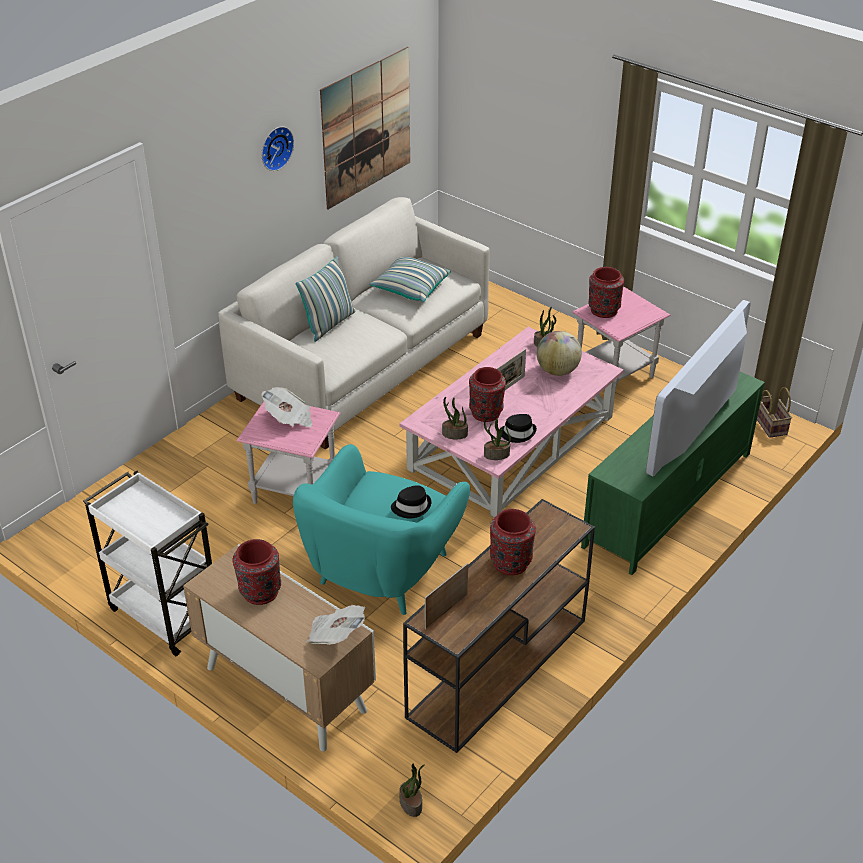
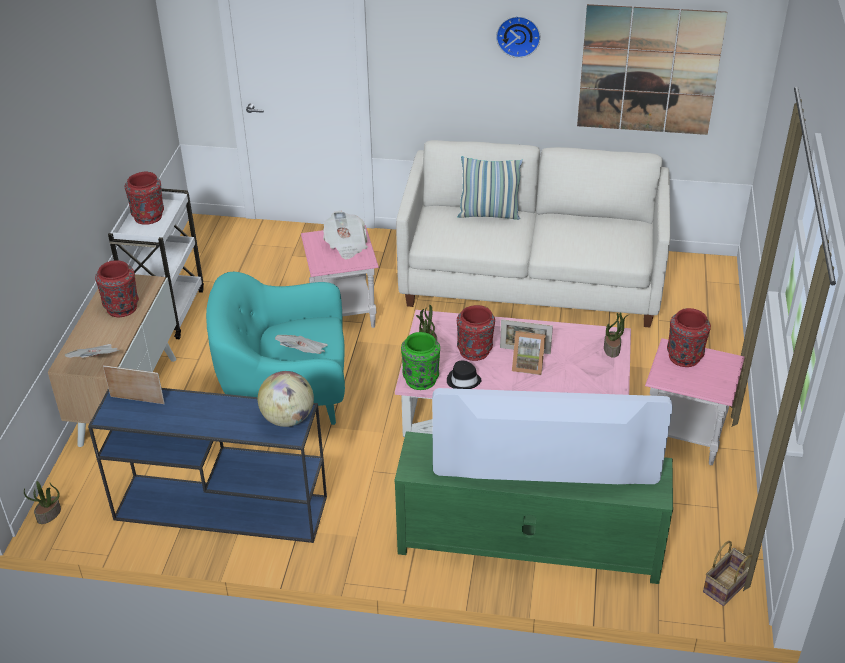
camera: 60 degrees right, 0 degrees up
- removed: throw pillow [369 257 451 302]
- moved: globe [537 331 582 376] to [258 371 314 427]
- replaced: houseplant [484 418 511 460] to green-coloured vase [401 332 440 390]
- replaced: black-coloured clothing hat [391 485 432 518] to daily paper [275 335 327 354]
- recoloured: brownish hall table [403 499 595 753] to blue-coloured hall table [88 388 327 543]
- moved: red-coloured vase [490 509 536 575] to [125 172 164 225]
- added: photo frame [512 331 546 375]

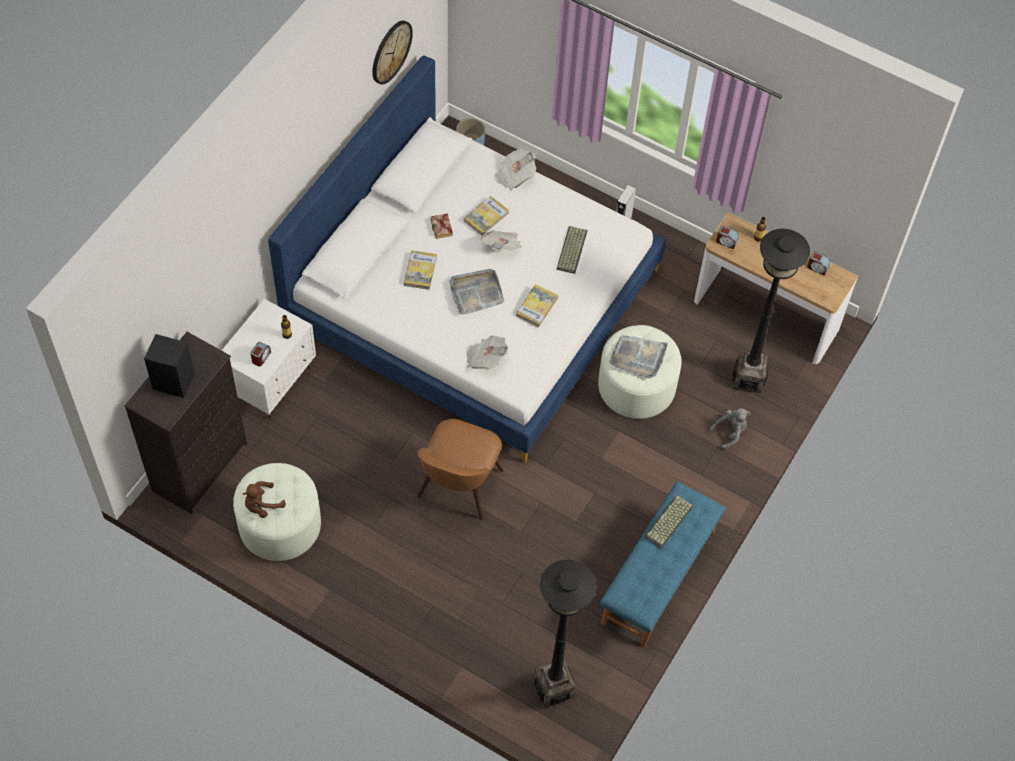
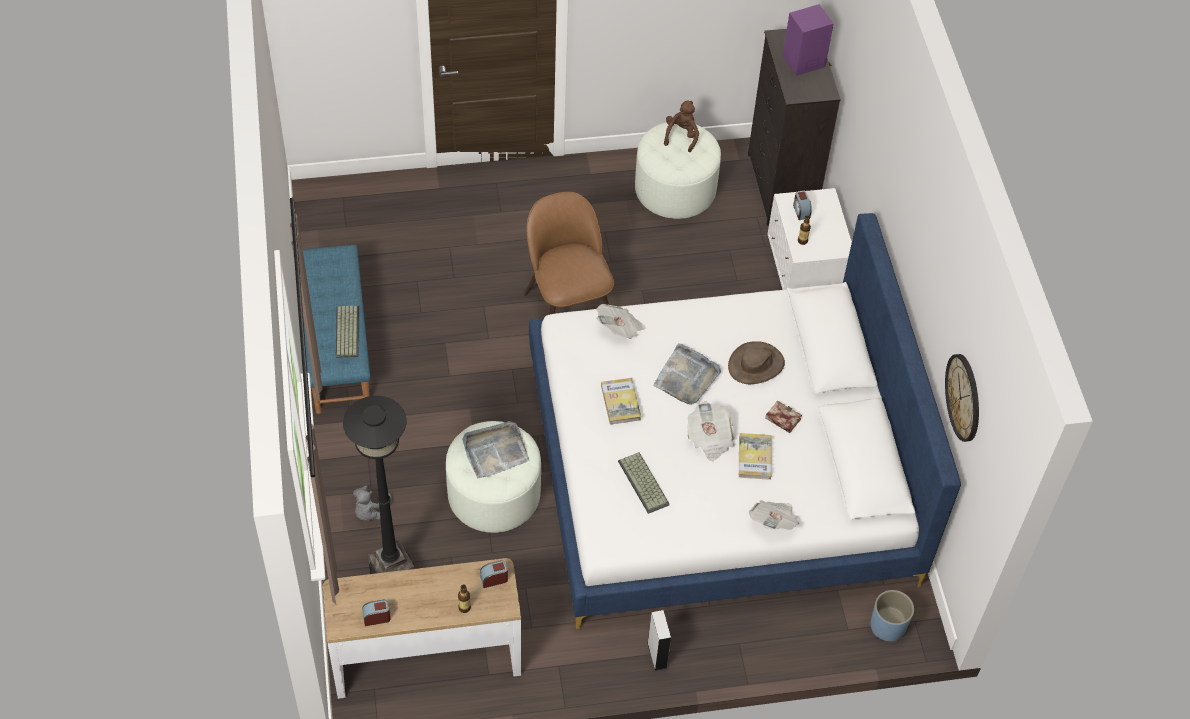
camera: 140 degrees right, 5 degrees down
- replaced: bound book [404 250 437 290] to brownish clothing hat [728 341 785 384]
- recoloured: black-coloured speaker [144 334 195 398] to purple speaker [782 4 834 76]
- removed: black-coloured floor lamp [534 560 597 708]

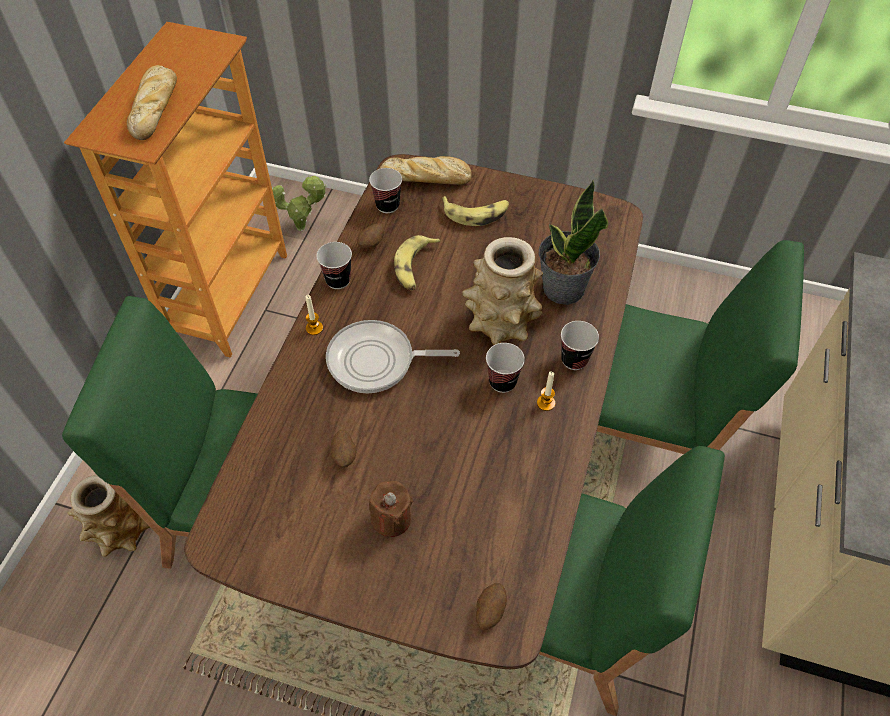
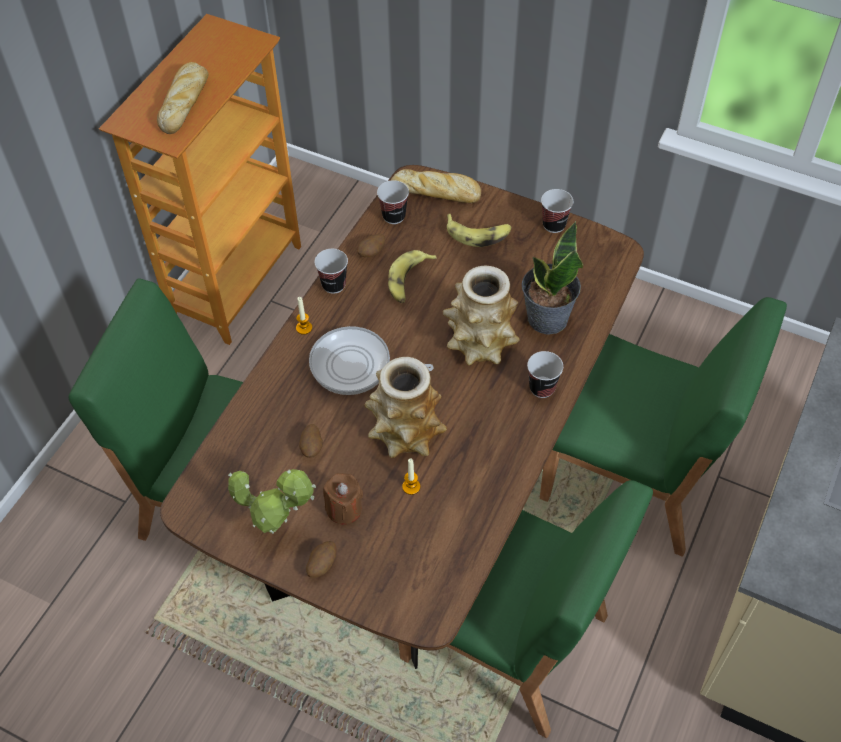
camera: 10 degrees right, 0 degrees up
- moved: houseplant [272 175 327 231] to [228 469 316 534]
- moved: cup [486 343 525 393] to [541 189 573 233]
- moved: candle [537 372 555 411] to [402 458 420 495]
- moved: vase [68 475 150 557] to [364 357 447 458]
- moved: spud [476 583 507 630] to [306 541 337 578]

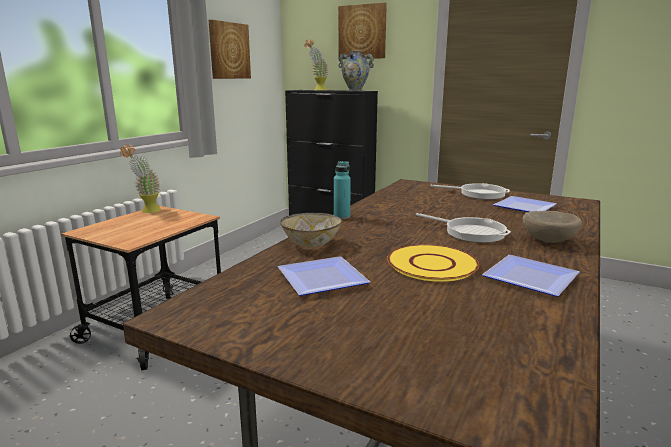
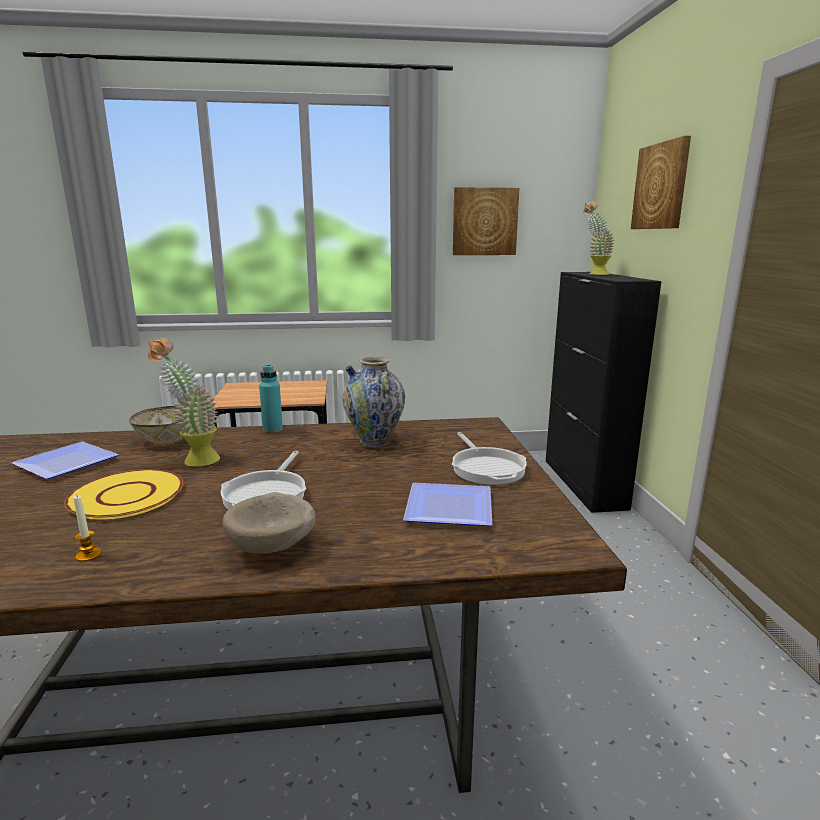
camera: 55 degrees right, 0 degrees up
- moved: vase [338 51 374 91] to [342 357 405 448]
- moved: houseplant [120 144 161 213] to [148 338 220 467]
- replaced: plate [482 255 579 297] to candle [73 494 102 562]

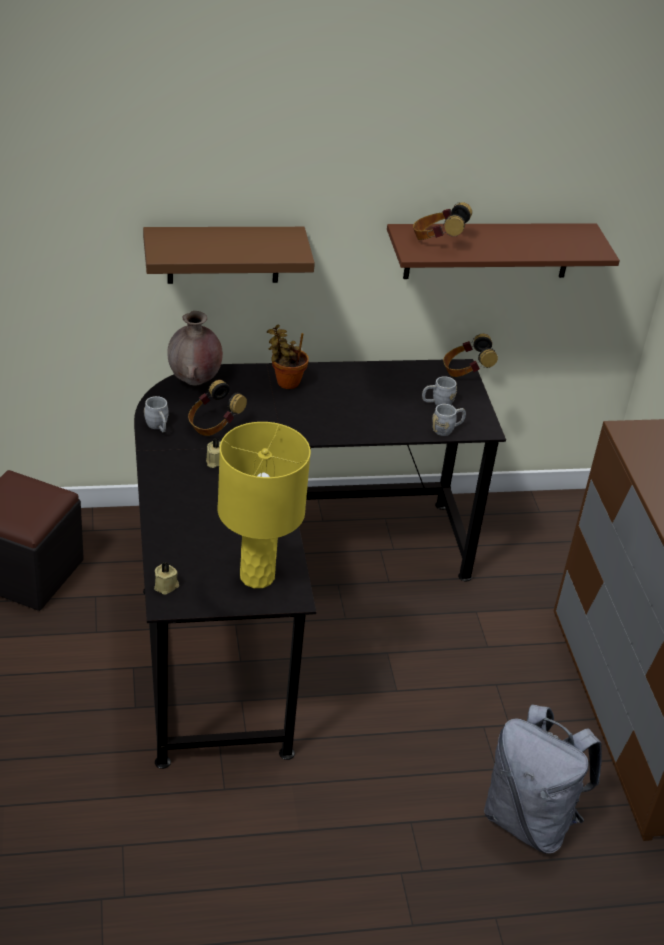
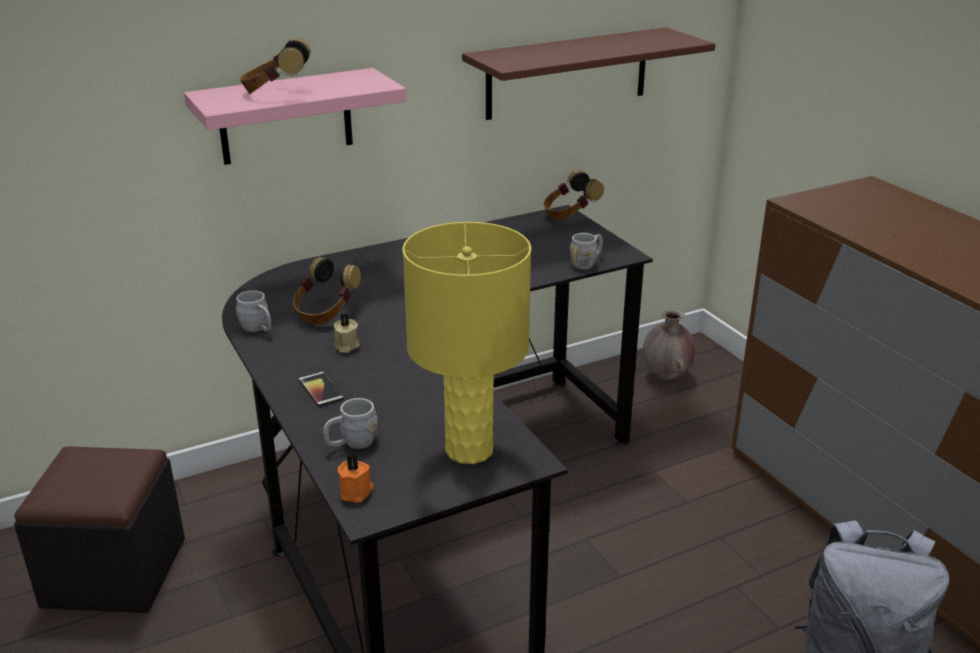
camera: 15 degrees left, 10 degrees down
- moved: headset [413 202 472 240] to [240 39 311 94]
- recoloured: brownish shelf [143 227 315 284] to pink shelf [184 68 407 165]
- moved: brownish vase [167 311 223 386] to [643 308 696 380]
- removed: houseplant [267 324 309 389]
- moved: gray tea mug [422 376 457 406] to [323 398 377 449]
- recoloured: sand-coloured candle [154 562 179 595] to orange candle [337 454 374 503]
- added: handset [298 372 344 407]

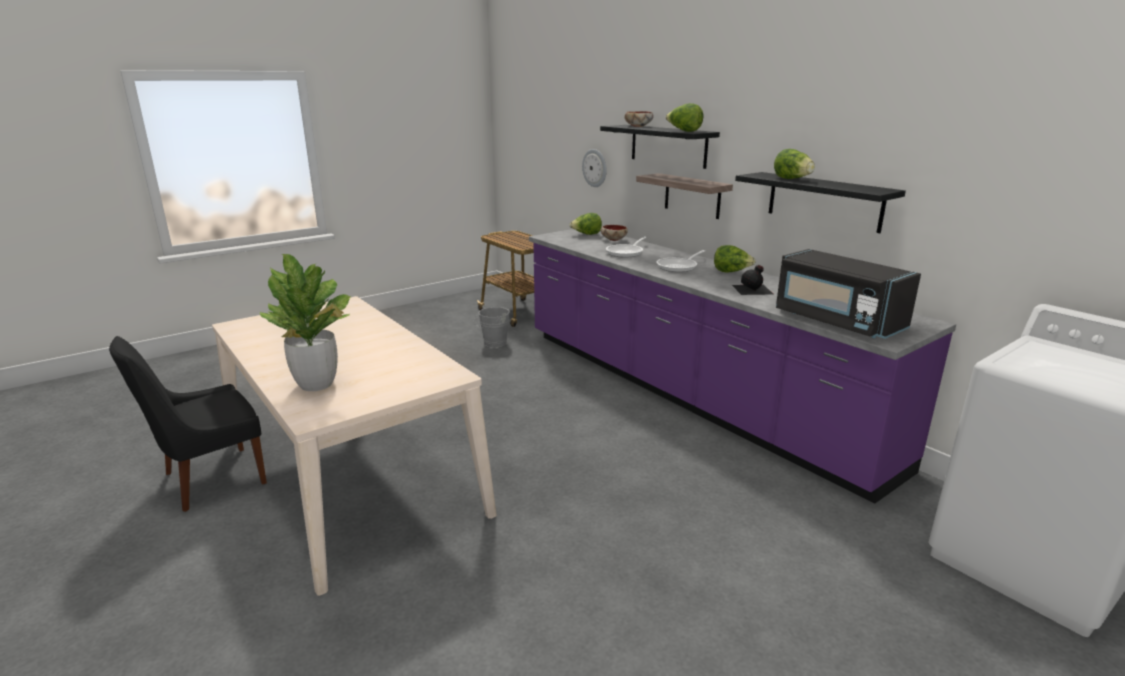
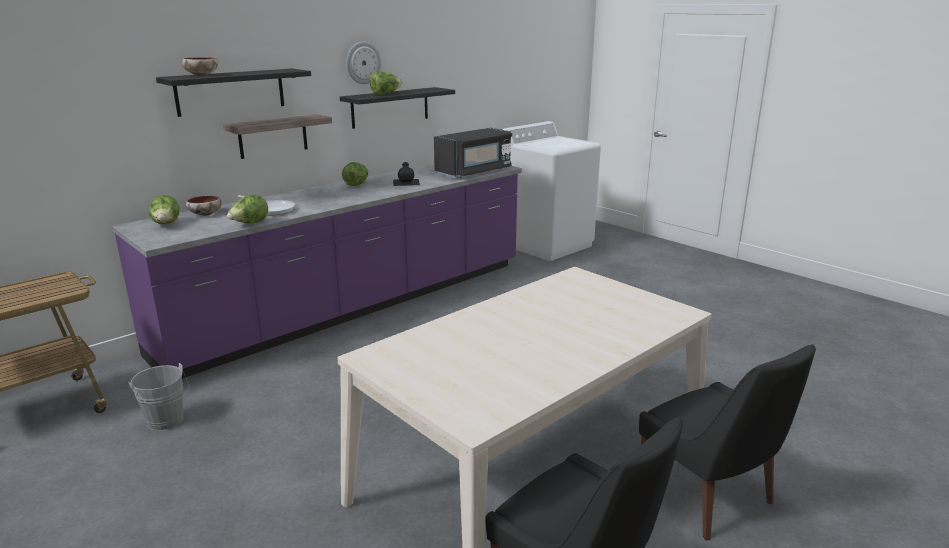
camera: 95 degrees left, 0 degrees up
- moved: lettuce head [666 103 703 132] to [227 195 268 224]
- moved: hanging clock [582 149 607 187] to [346 41 381 84]
- removed: skillet [657 250 705 272]
- removed: houseplant [260 254 351 391]
- added: black-coloured upright chair [639 344 816 540]

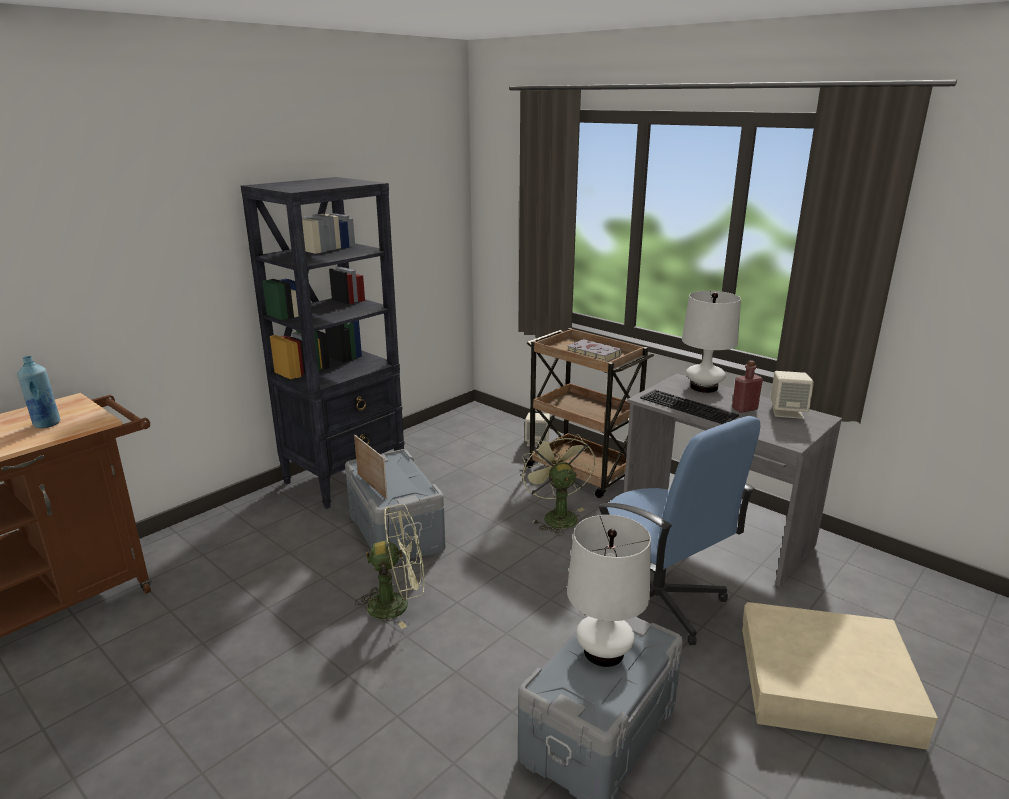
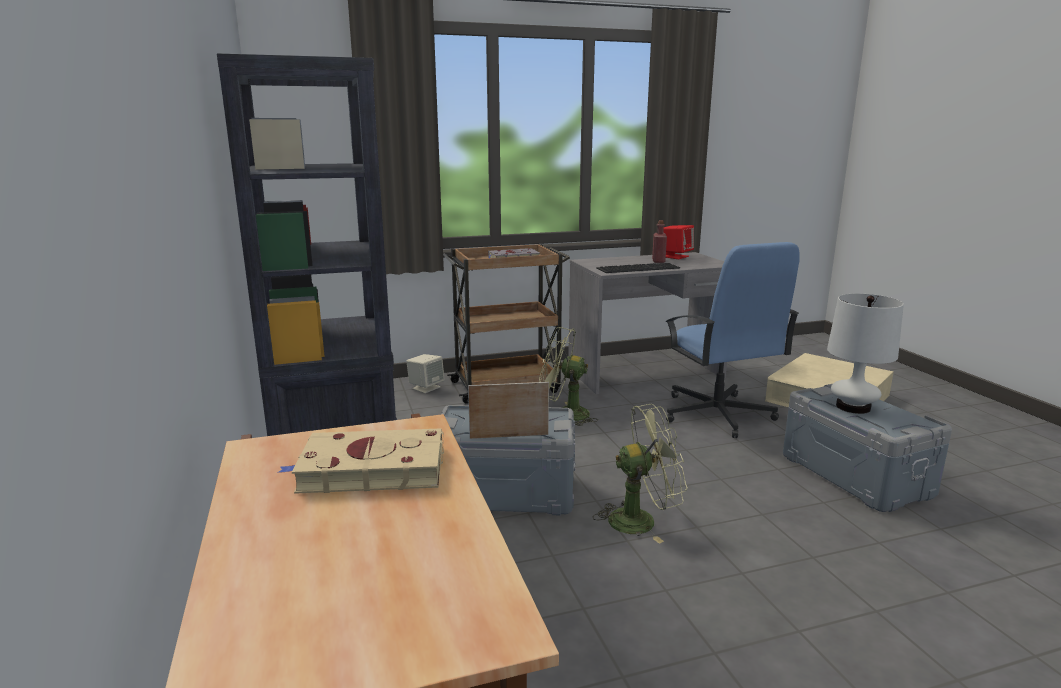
camera: 60 degrees left, 5 degrees down
- removed: whitish table lamp [682 291 741 393]
- replaced: blue-coloured beverage bottle [17 356 60 428] to sand-coloured bound book [277 428 444 494]
- recoloured: sand-coloured speaker [771 371 814 419] to red-coloured speaker [663 225 694 259]
- turned: blue-coloured computer chair [596 416 760 645] = [665 242 800 438] 75 degrees clockwise
- turned: green-coloured cooling fan [355 504 424 629] = [593 404 687 544] 60 degrees clockwise

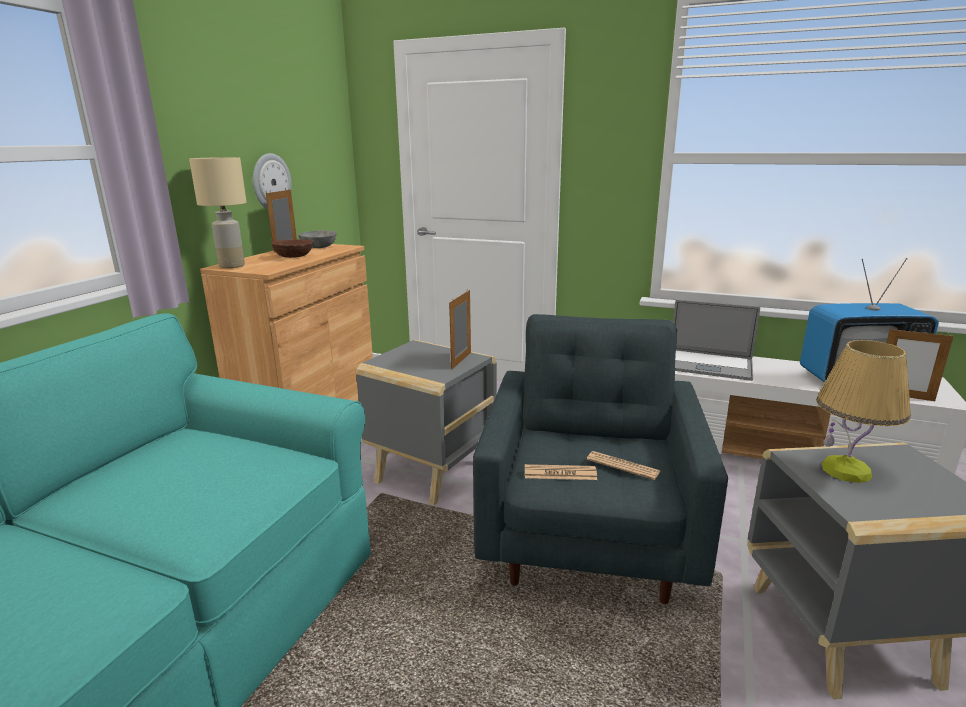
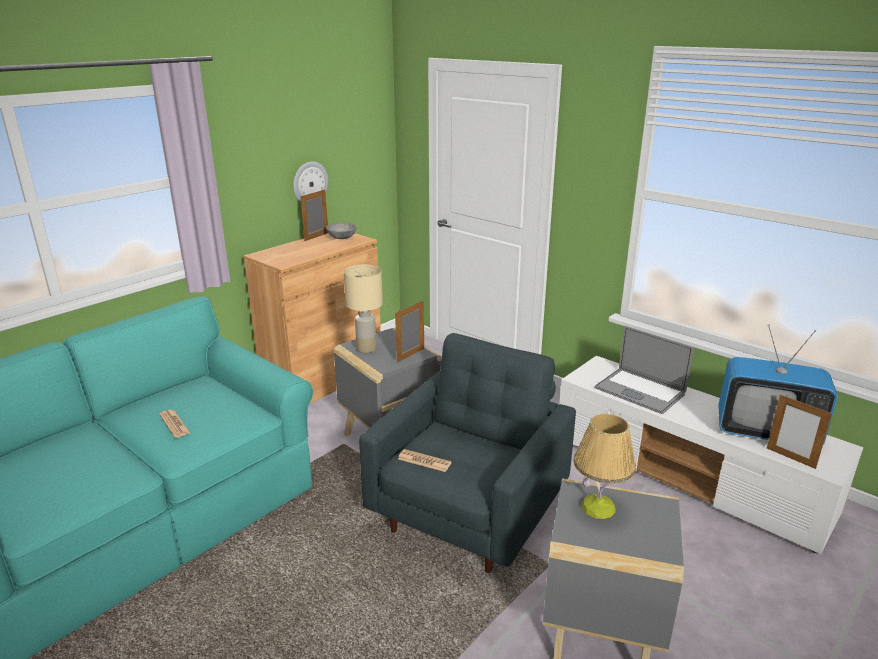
camera: 20 degrees right, 5 degrees up
- moved: sand-coloured table lamp [189 157 247 268] to [344 265 383 353]
- removed: brownish deep dish [271 239 313 258]
- moved: daily paper [587 451 660 480] to [159 410 190 438]

